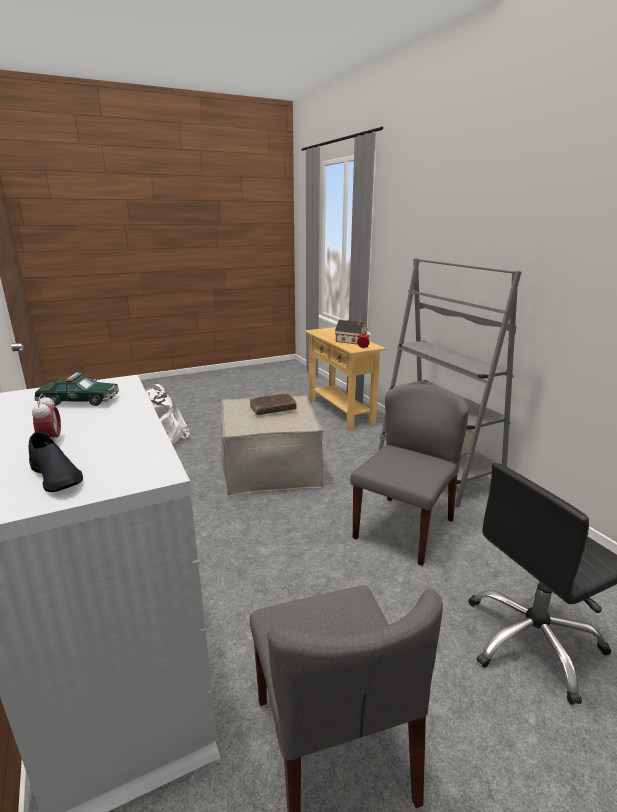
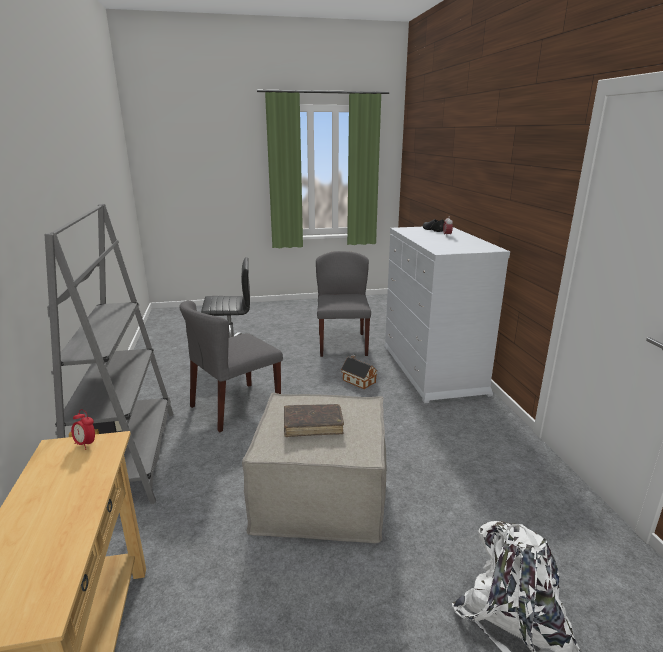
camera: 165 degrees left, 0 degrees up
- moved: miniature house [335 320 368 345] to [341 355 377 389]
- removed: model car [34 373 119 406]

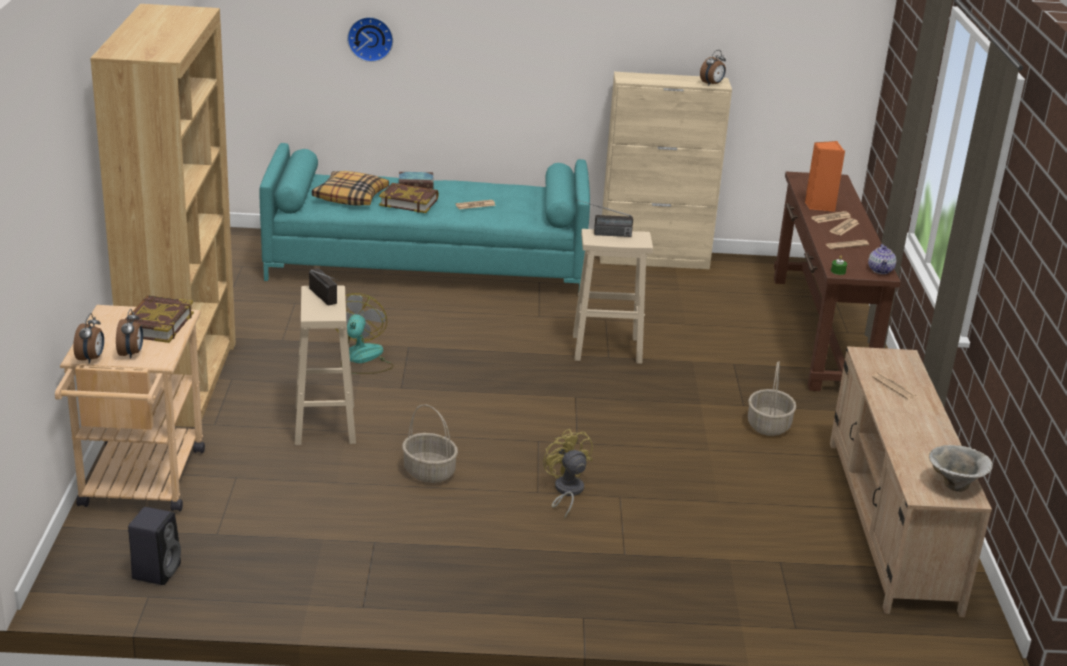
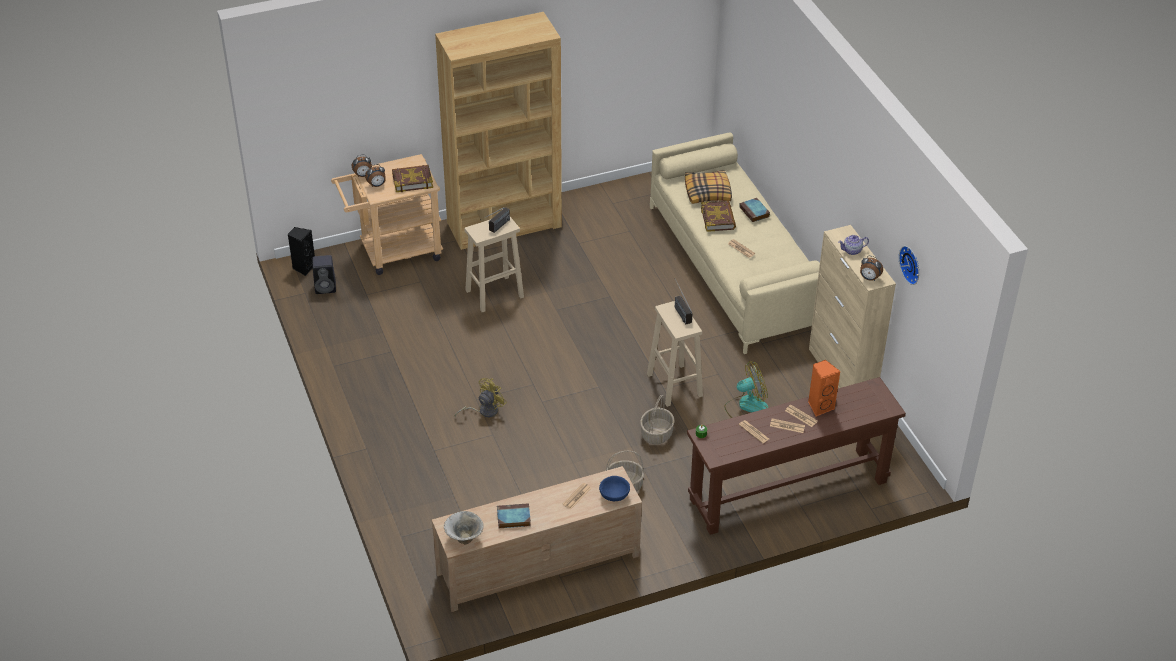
camera: 70 degrees right, 15 degrees up
- moved: hanging clock [347 17 393 62] to [899 246 919 285]
- recoloured: blue-green couch [259 143 590 296] to sand-coloured couch [650 132 820 354]
- moved: teapot [868 244 896 274] to [838 235 869 255]
- moved: cooling fan [335 293 394 374] to [724 361 769 418]
- moved: household basket [402 404 458 483] to [640 395 675 444]
- added: black-coloured speaker [288 227 315 276]
- added: blue-coloured deep dish [599 476 630 501]
- added: bound book [497 503 531 528]

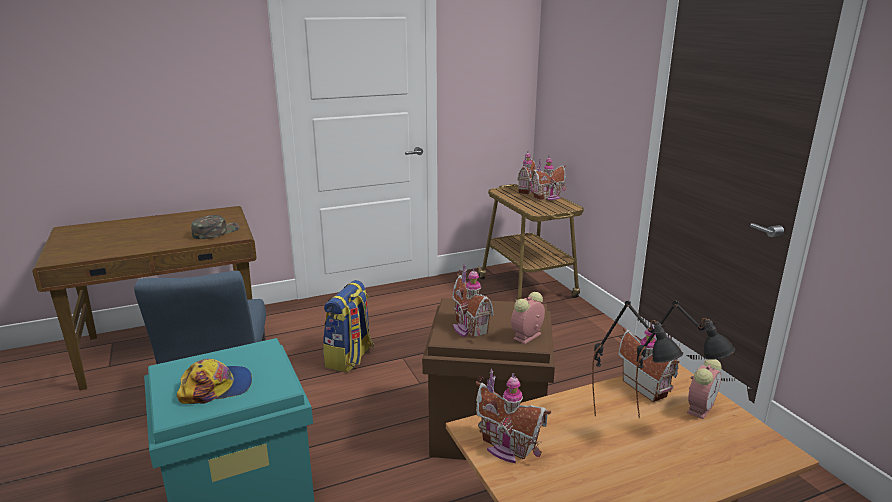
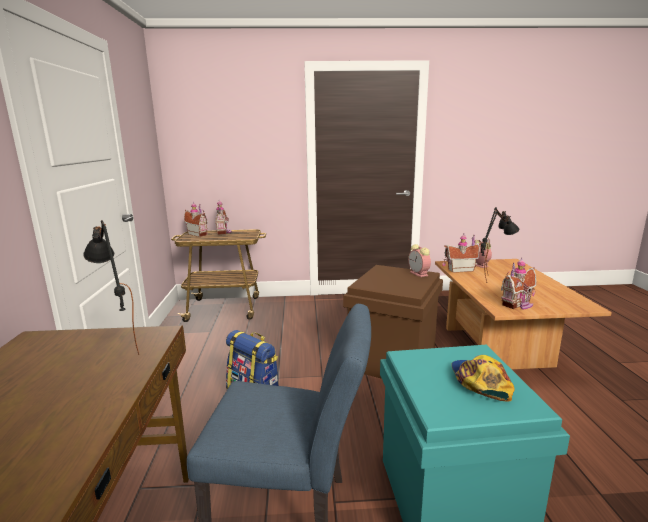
camera: 70 degrees left, 5 degrees down
- replaced: green-coloured cap [191 215 240 239] to black-coloured table lamp [83 220 139 355]
- removed: miniature house [453 264 494 338]

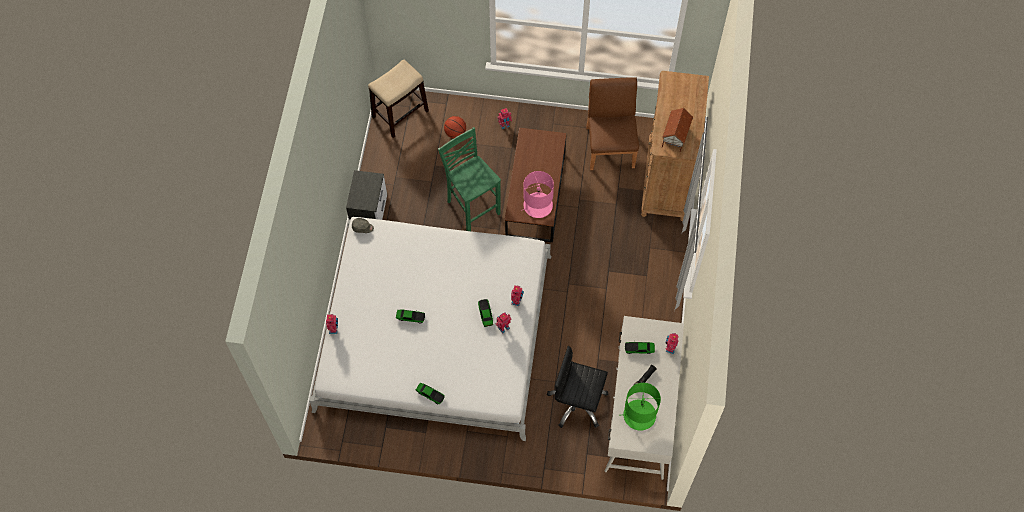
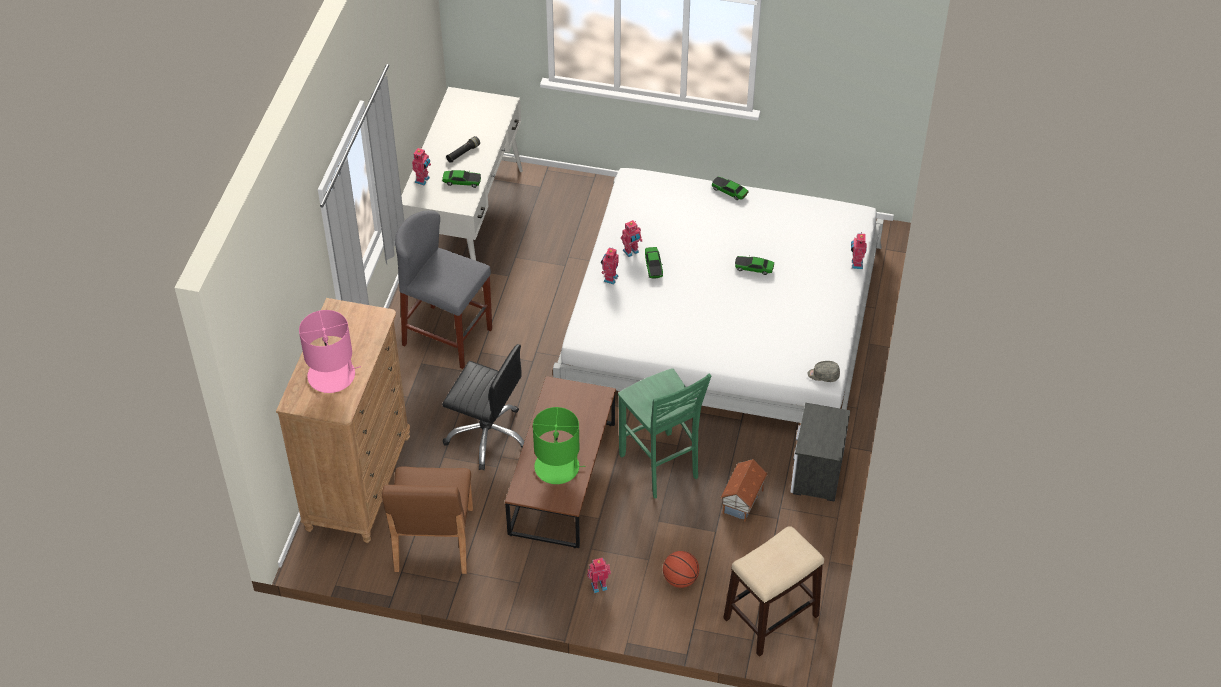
camera: 175 degrees left, 15 degrees down
- moved: miniature house [662 108 693 152] to [720 459 768 522]
- moved: pink table lamp [521 171 554 218] to [299 310 361 393]
- moved: black-coloured computer chair [547 346 608 428] to [442 344 524 470]
- moved: green-coloured table lamp [619 383 661 431] to [533 407 586 484]
- added: gray stool seat [395 210 492 369]

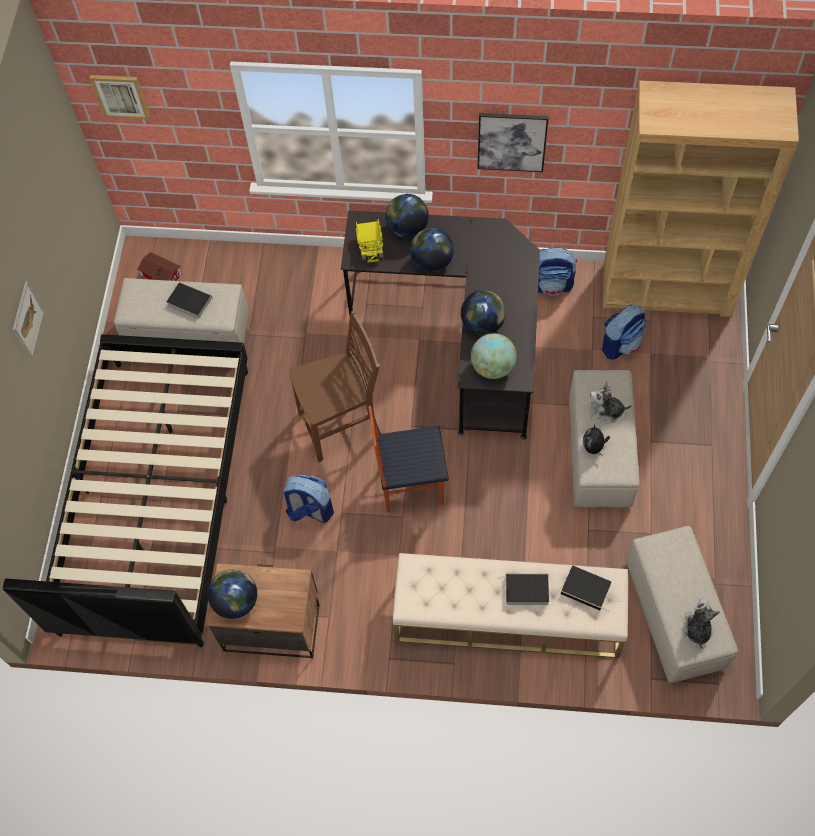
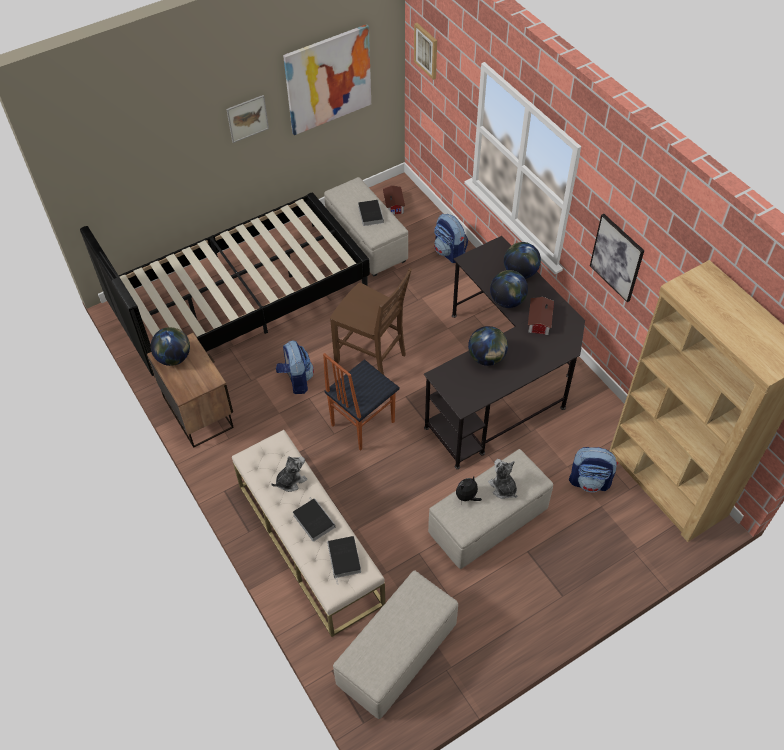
camera: 50 degrees right, 10 degrees down
- removed: toy truck [356 219 383 263]
- moved: knapsack [538 247 577 296] to [434 214 468 263]
- removed: globe [471 333 517 379]
- turned: upright chair [368 406 449 513] = [323 353 400 451] 90 degrees counterclockwise
- moved: cuddly toy [682 598 720 649] to [271 456 307 492]
- added: wall picture [283 24 371 135]
- added: miniature house [528 297 554 335]

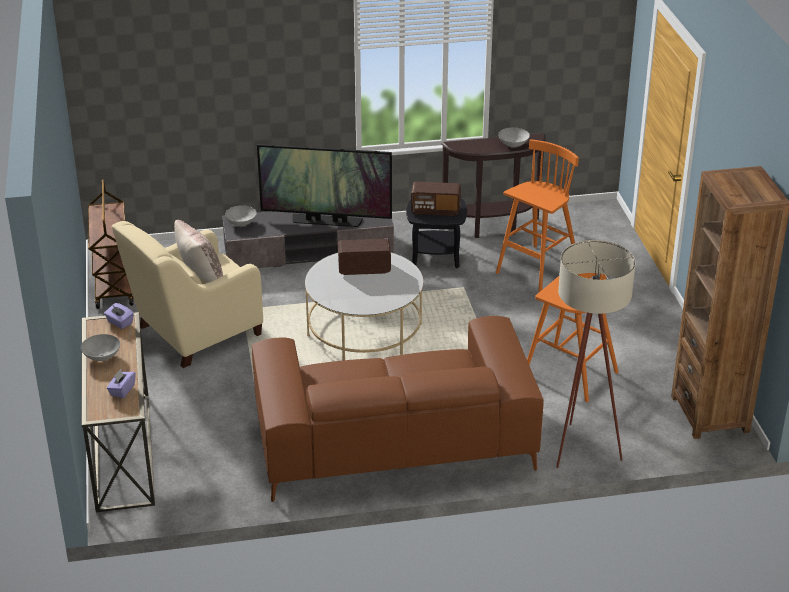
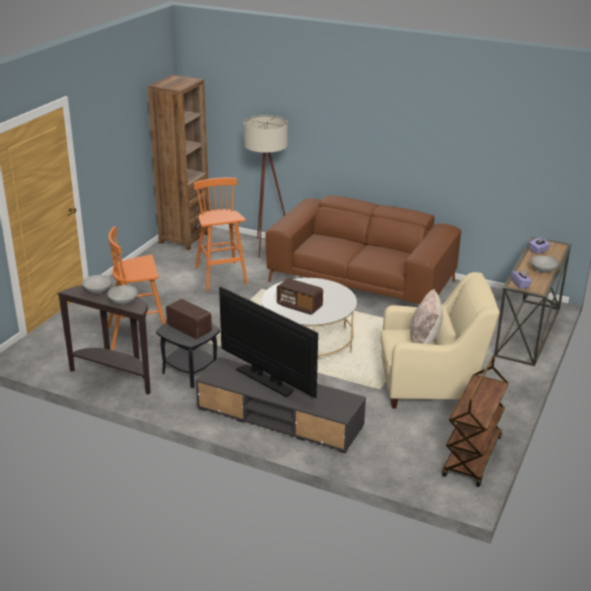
camera: 145 degrees left, 5 degrees down
- moved: gray deep dish [225 205 257 226] to [107 285 138 305]

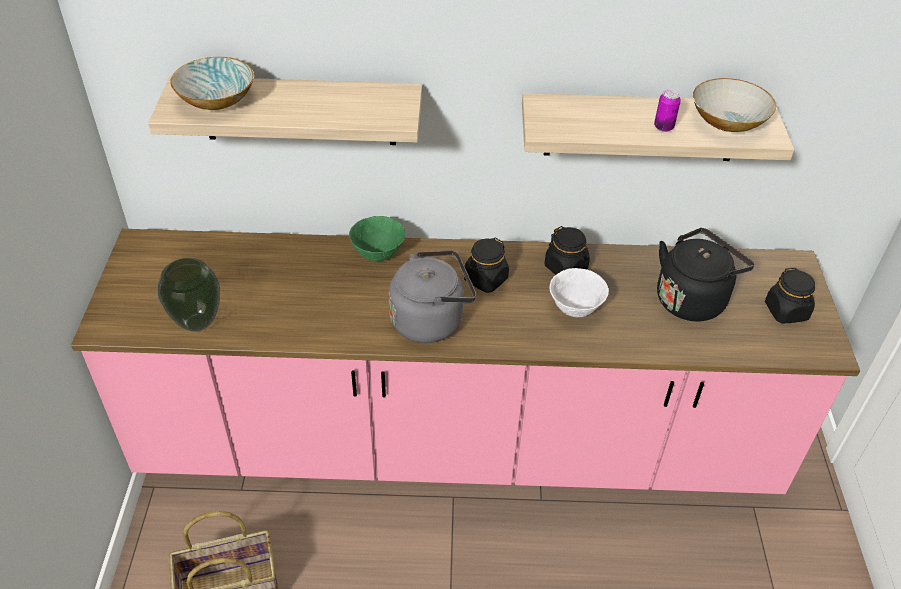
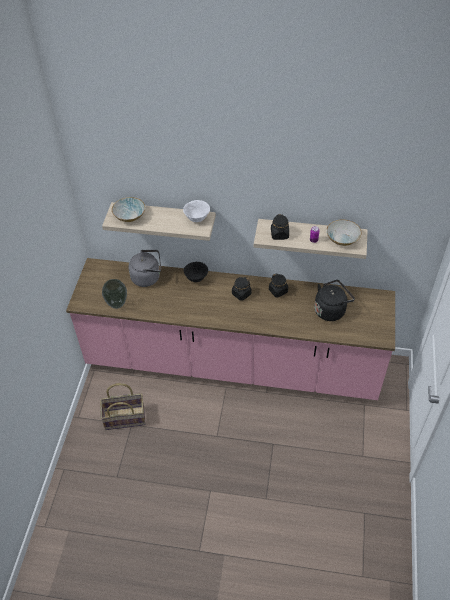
camera: 10 degrees right, 5 degrees up
- recoloured: green-coloured deep dish [349 216 406 261] to black-coloured deep dish [184 262 208 282]
- moved: gray tea kettle [389 250 476 343] to [128 250 161 287]
- moved: whitish deep dish [550 268 609 317] to [183 200 210 222]
- moved: black-coloured preserve jar [765 268 815 324] to [271 214 289 240]

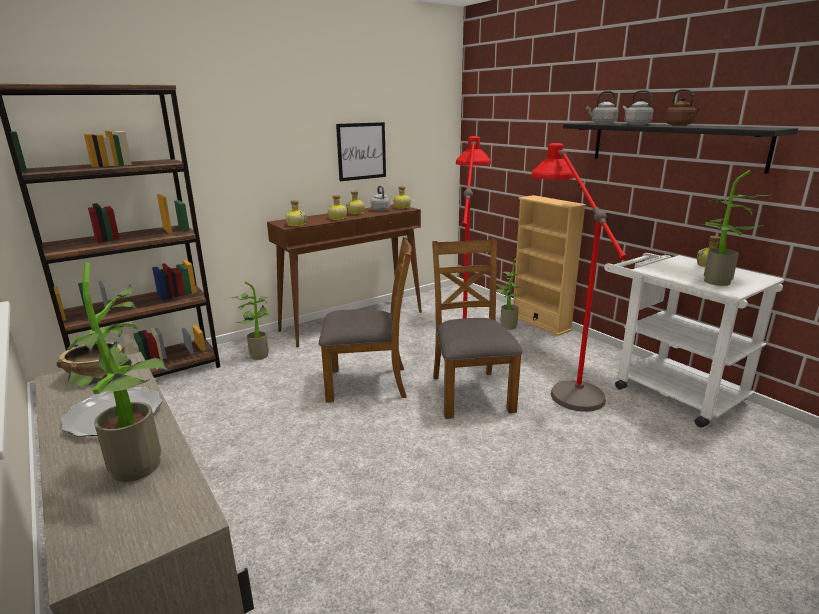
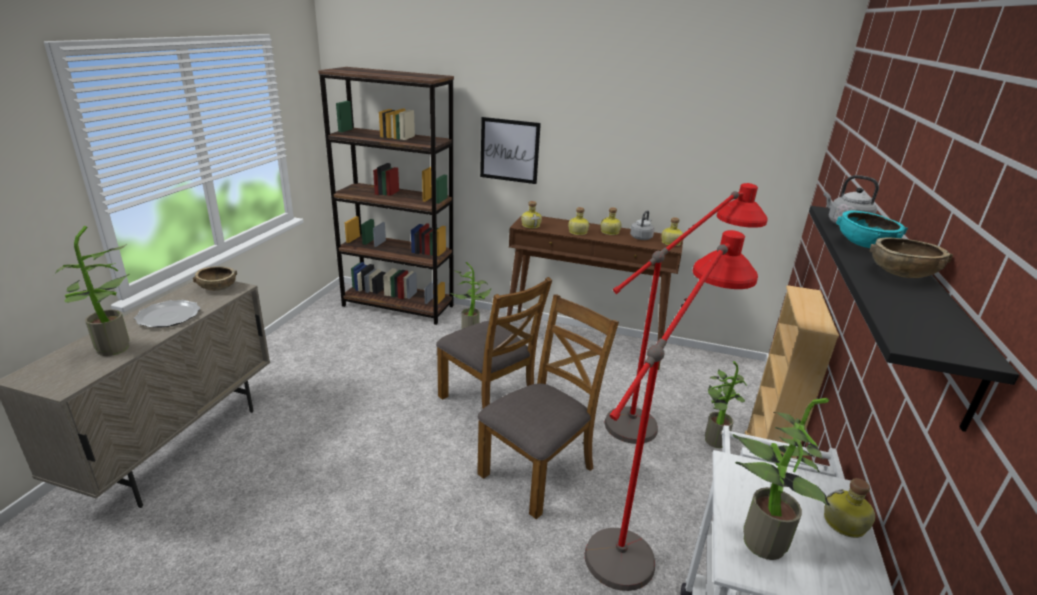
camera: 50 degrees right, 5 degrees up
- replaced: brownish tea kettle [665 89 702 126] to brownish deep dish [870 237 953 278]
- replaced: gray tea kettle [623 90 653 125] to blue-green deep dish [836 210 908 248]
- moved: wall picture [336 122 386 181] to [480 117 541 184]

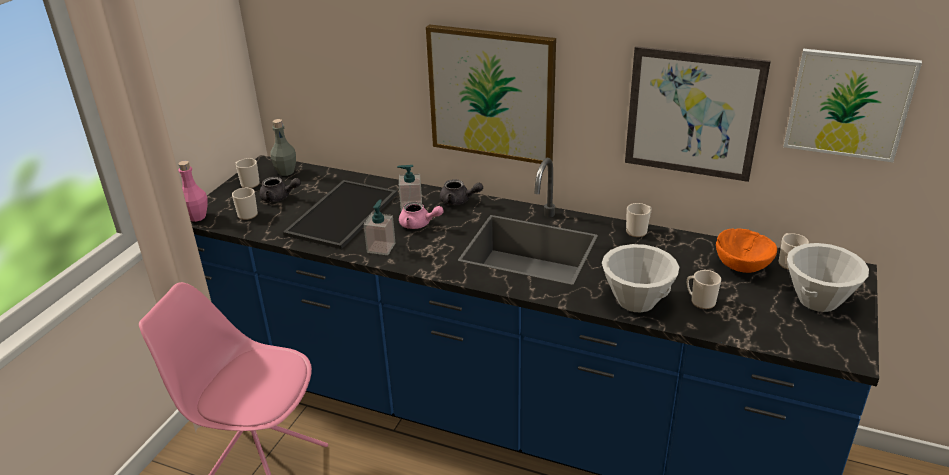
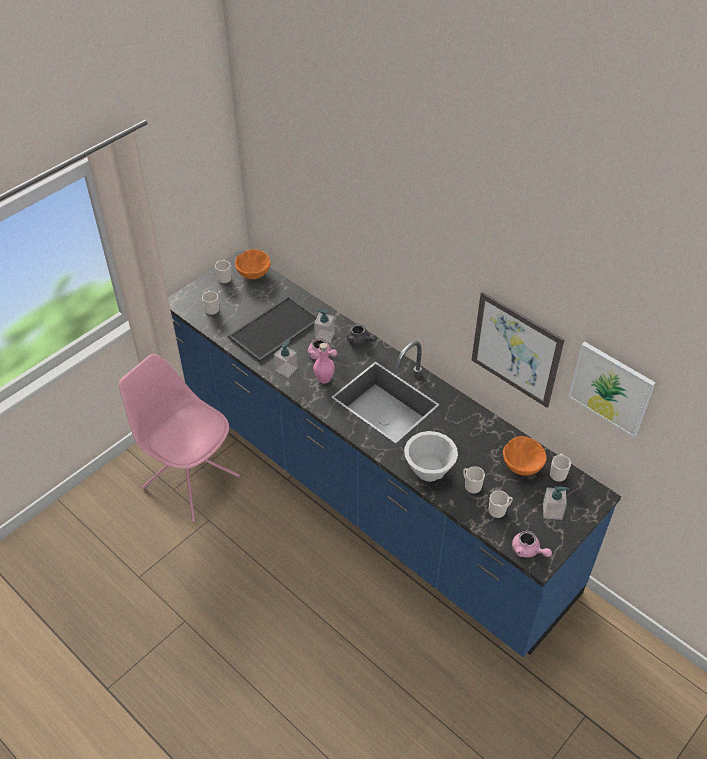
camera: 20 degrees right, 15 degrees up
- removed: wall picture [426 24 556 164]
- replaced: gray beverage bottle [271 119 296 176] to orange deep dish [235 249 271 279]
- moved: pink beverage bottle [178 161 208 222] to [313 343 335 383]
- removed: gray teapot [259 177 301 202]
- moved: tea mug [626 203 652 237] to [488 490 513 518]
- replaced: whitish deep dish [787 243 869 312] to soap bottle [543 486 569 520]
- added: pink teapot [512 531 552 558]

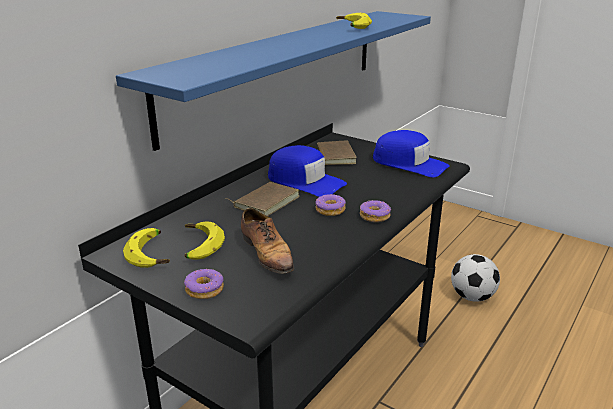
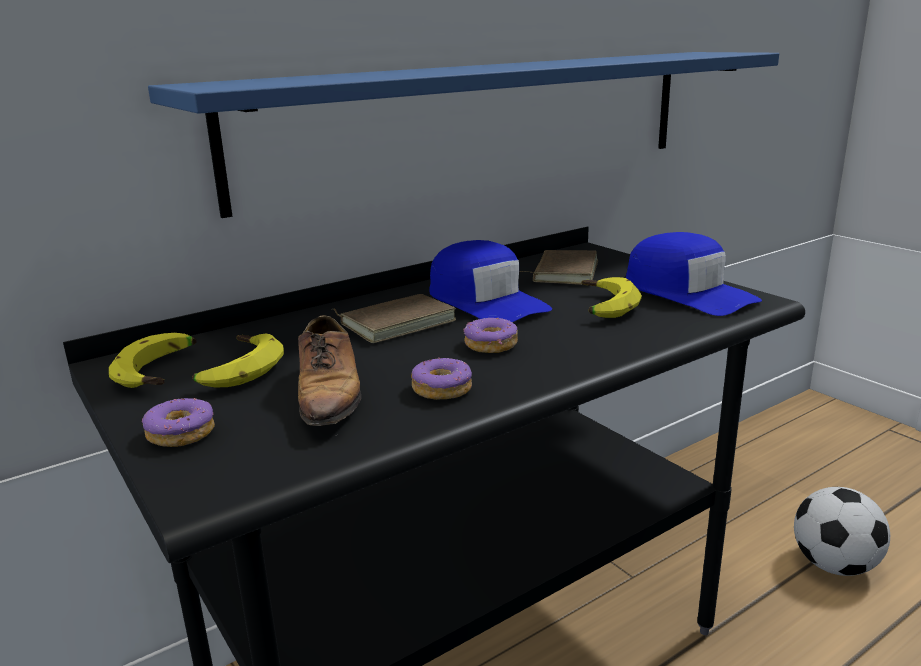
camera: 20 degrees right, 5 degrees down
- moved: banana [336 13 372 29] to [582 277 642 318]
- moved: doughnut [360 200 391 222] to [411 357 472 400]

